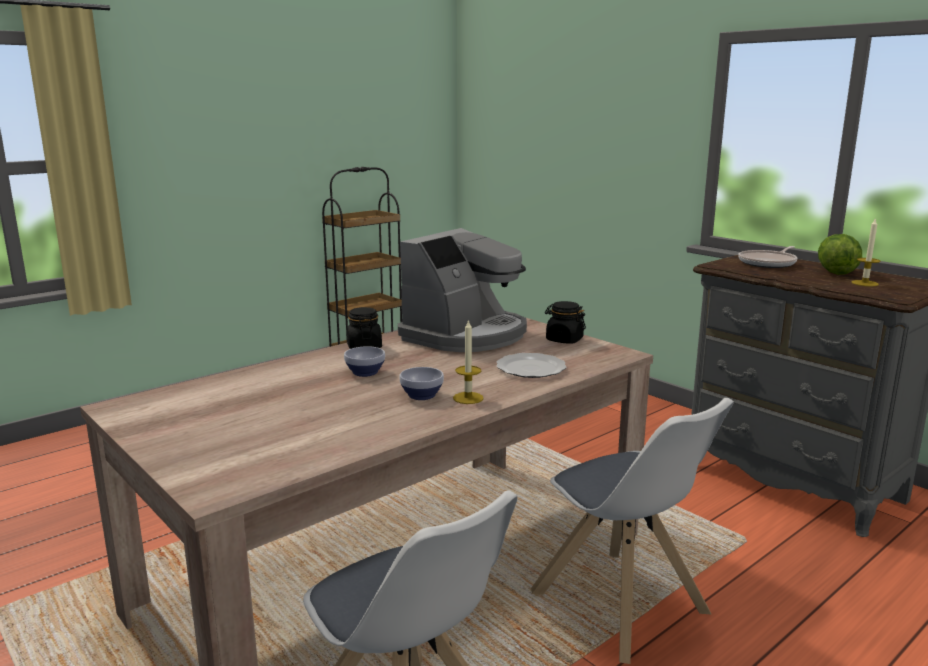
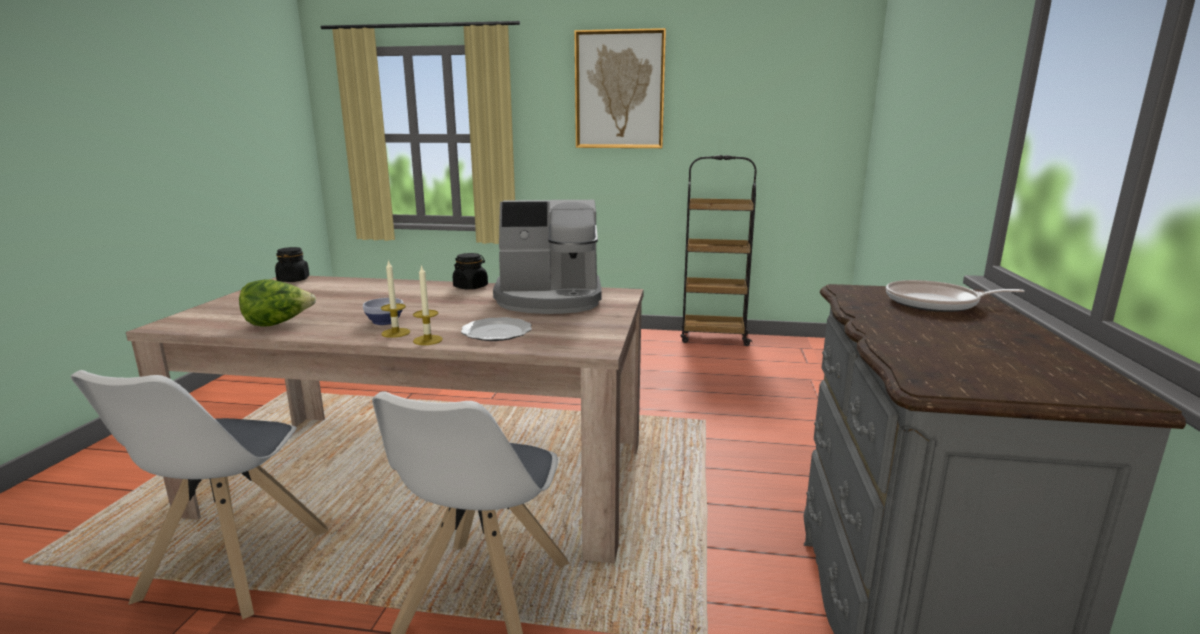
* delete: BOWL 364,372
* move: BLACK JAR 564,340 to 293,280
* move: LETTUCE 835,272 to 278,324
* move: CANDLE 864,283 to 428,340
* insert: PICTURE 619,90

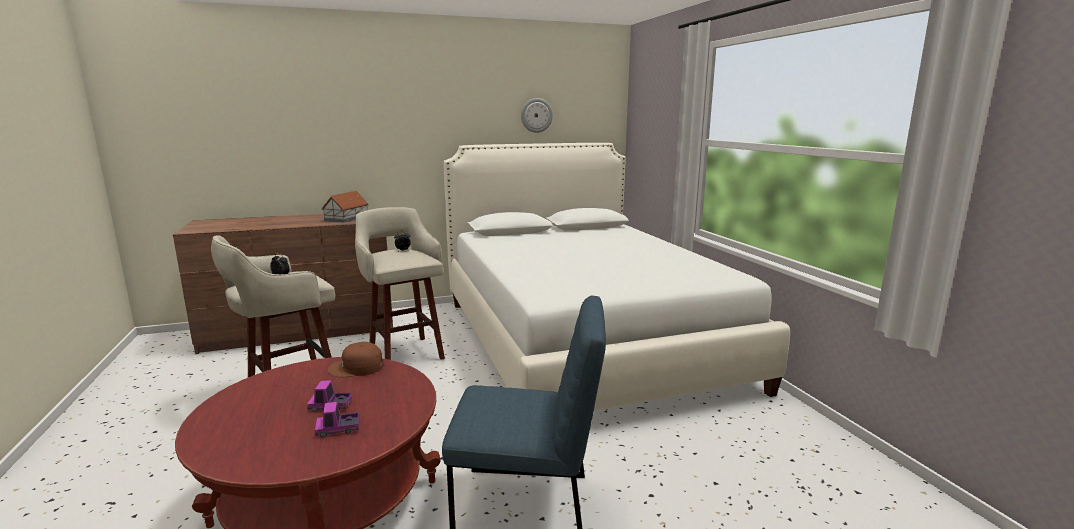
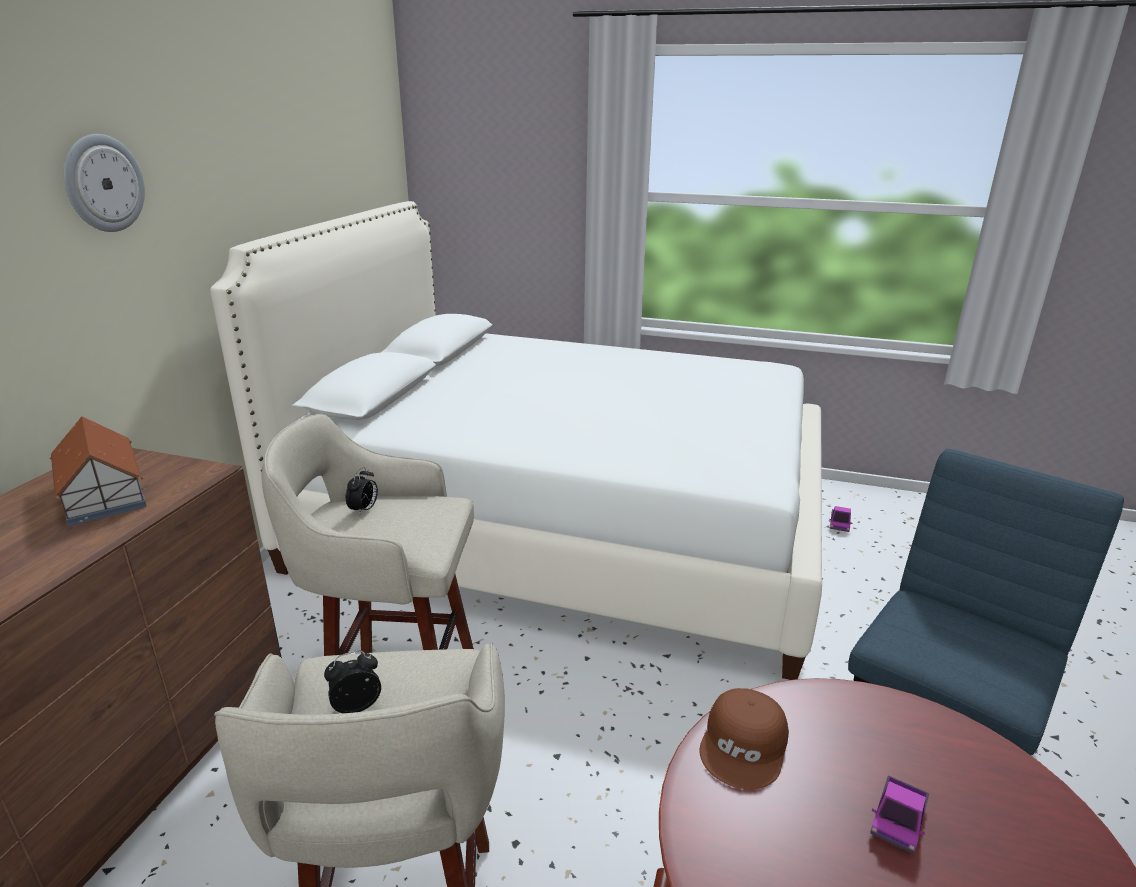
* move: TOY TRUCK 338,429 to 839,524
* move: WALL CLOCK 536,115 to 103,183

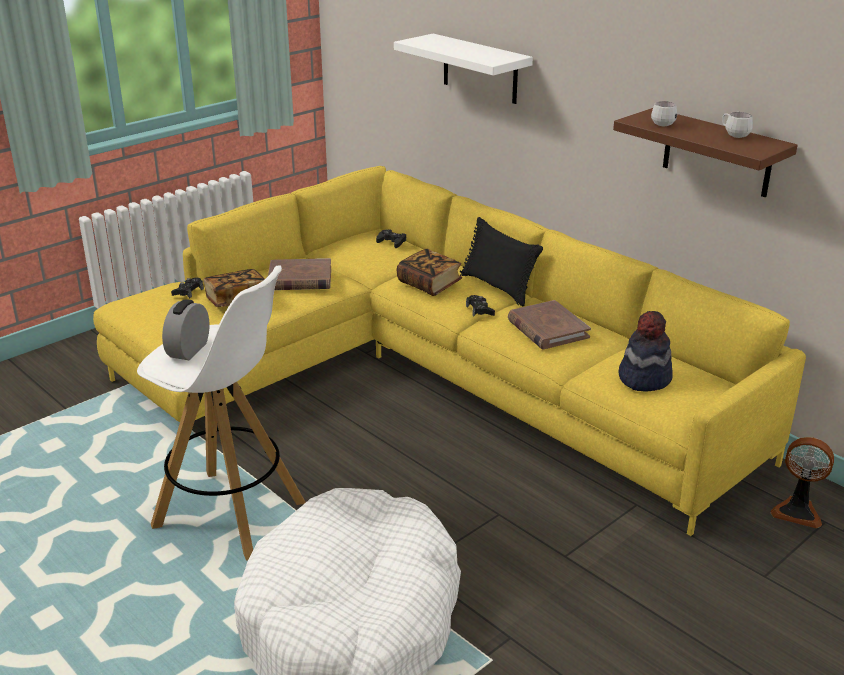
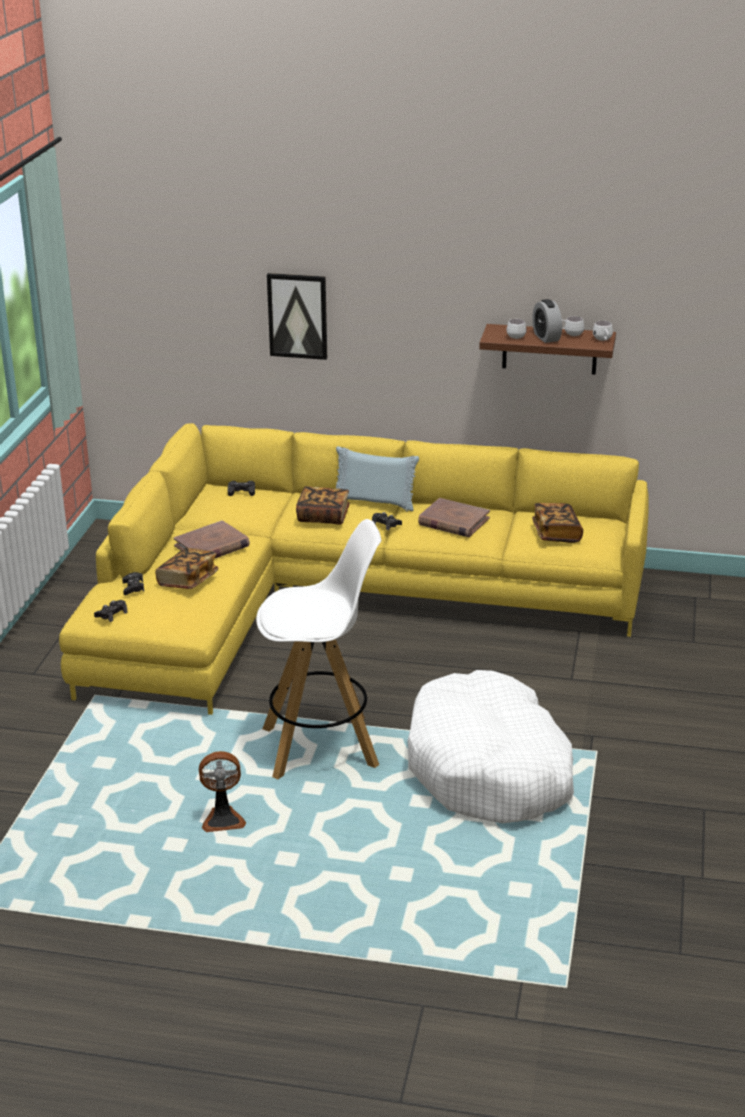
* move: ALARM CLOCK 189,350 to 546,337
* replace: WHITE SHELF 480,69 to PICTURE 298,315
* recolor: BLACK PILLOW 498,287 to BLUE PILLOW 374,502
* replace: HAT 644,378 to BOOK 556,533
* move: FAN 797,511 to 223,820
* insert: BLACK GAME CONTROLLER 111,614
* insert: WHITE MUG 603,340

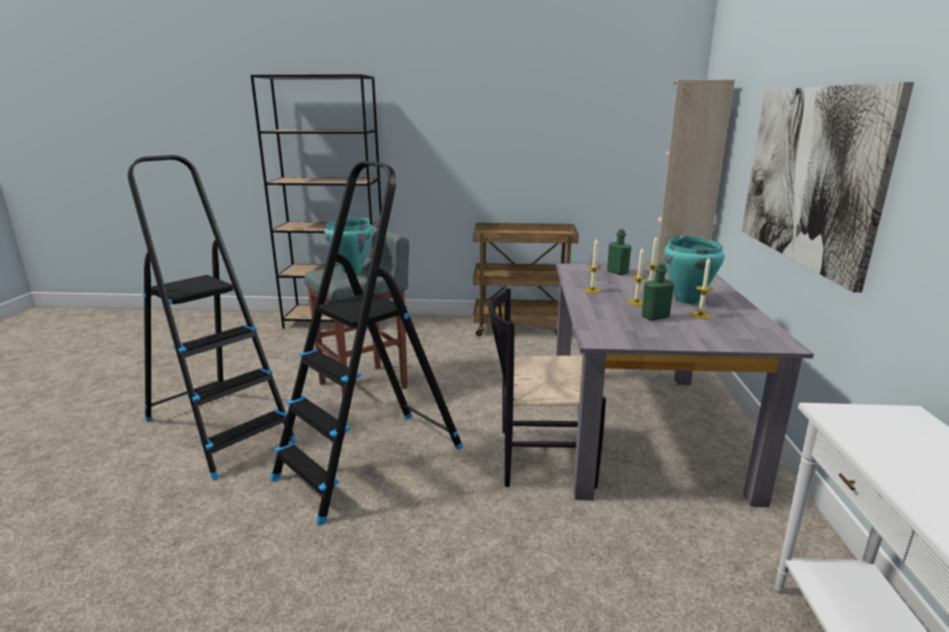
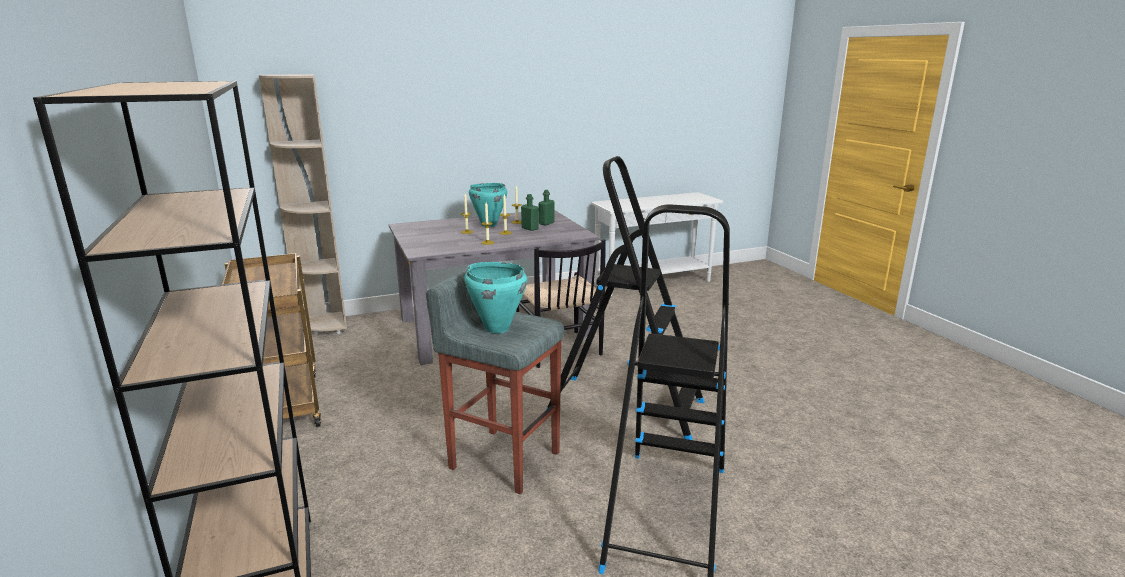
* move: GREEN BOTTLE 617,272 to 546,223
* delete: PICTURE 809,175

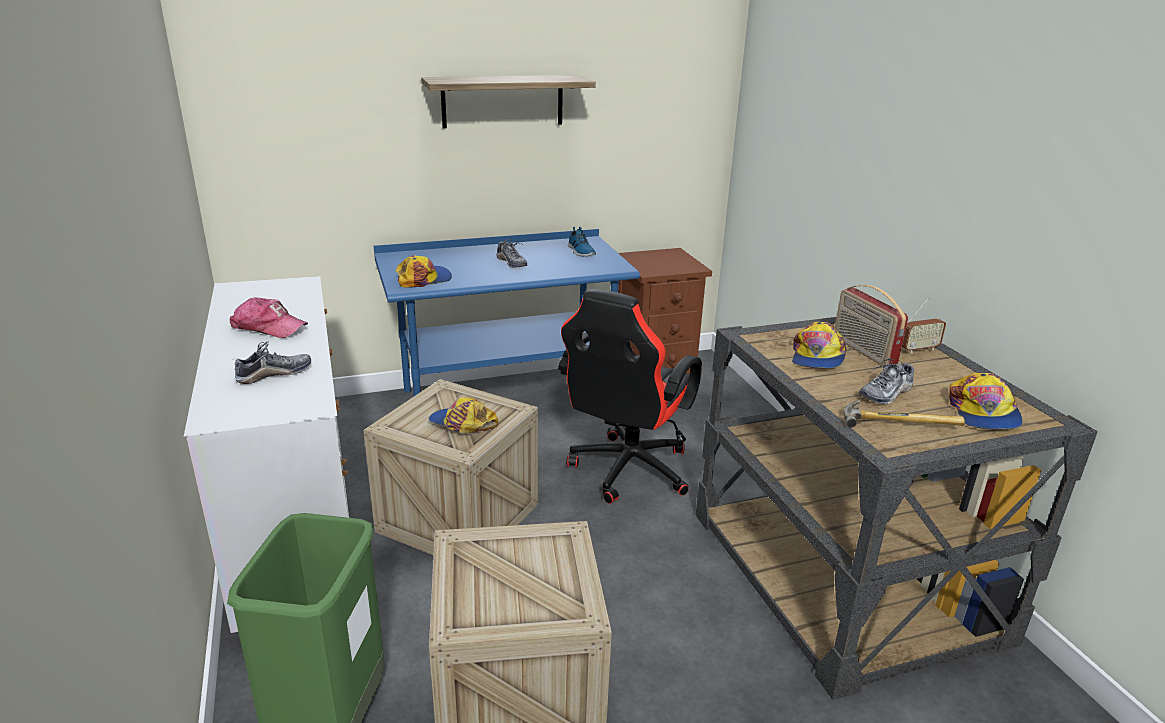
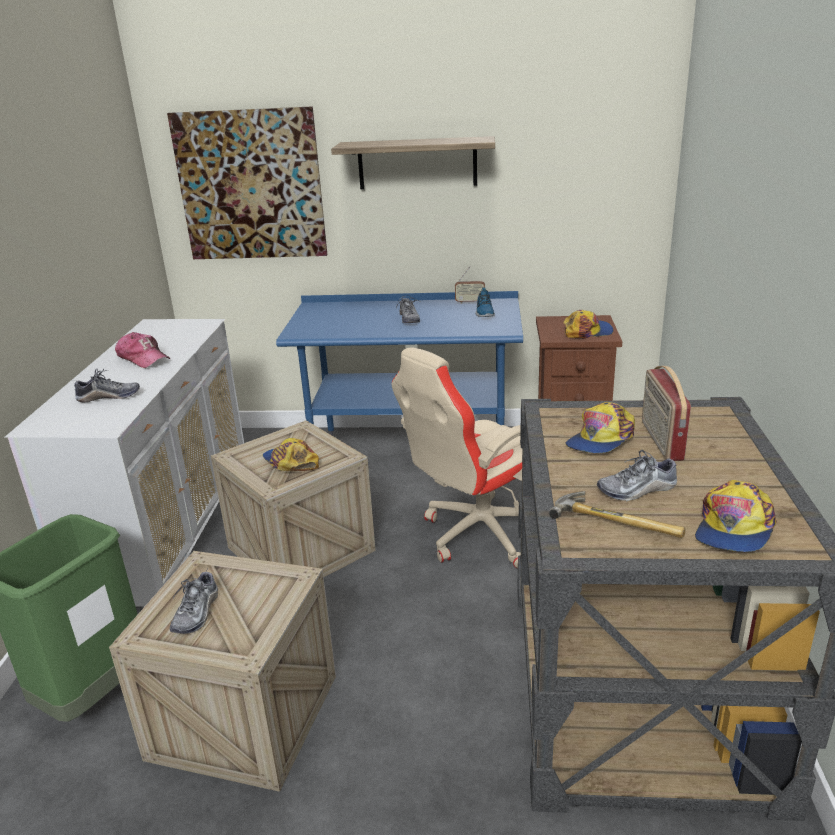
* move: CAP 423,279 to 587,331
* recolor: BLACK OFFICE CHAIR 625,474 to BEIGE OFFICE CHAIR 475,537
* move: RADIO 919,349 to 470,302
* insert: PICTURE 250,186
* insert: SHOE 197,613

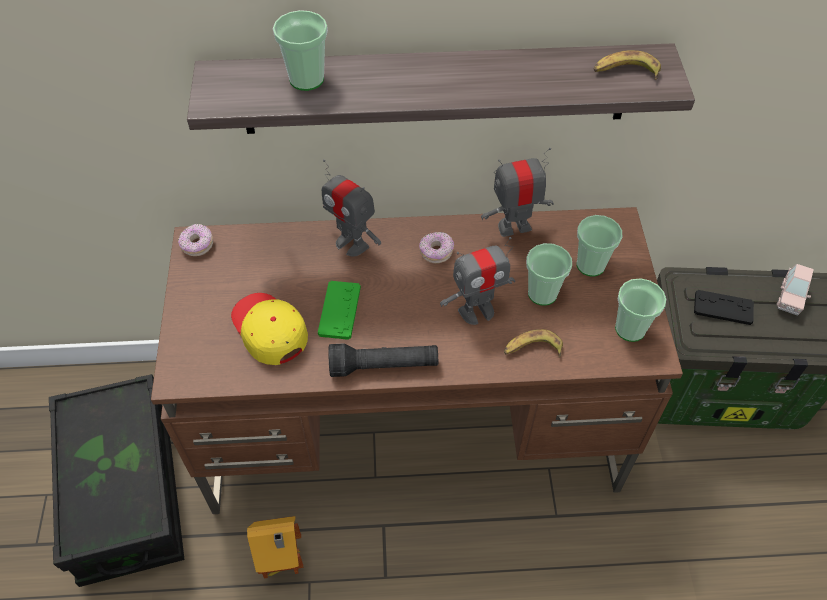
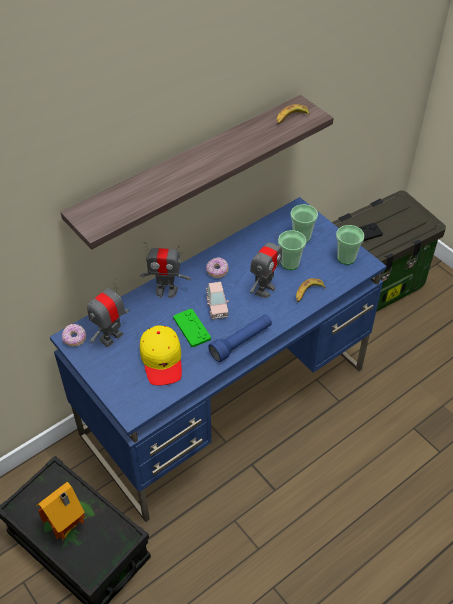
* recolor: BROWN DESK 415,426 to BLUE DESK 226,401
* rotate: YELLOW CAP 269,331 = 162,360 120 degrees counterclockwise
* move: TOY HOUSE 283,563 to 68,527
* delete: CUP 306,79
* recolor: BLACK FLASHLIGHT 384,366 to BLUE FLASHLIGHT 241,342
* move: TOY ROBOT 514,227 to 111,337
* move: PINK TOY CAR 790,297 to 217,307

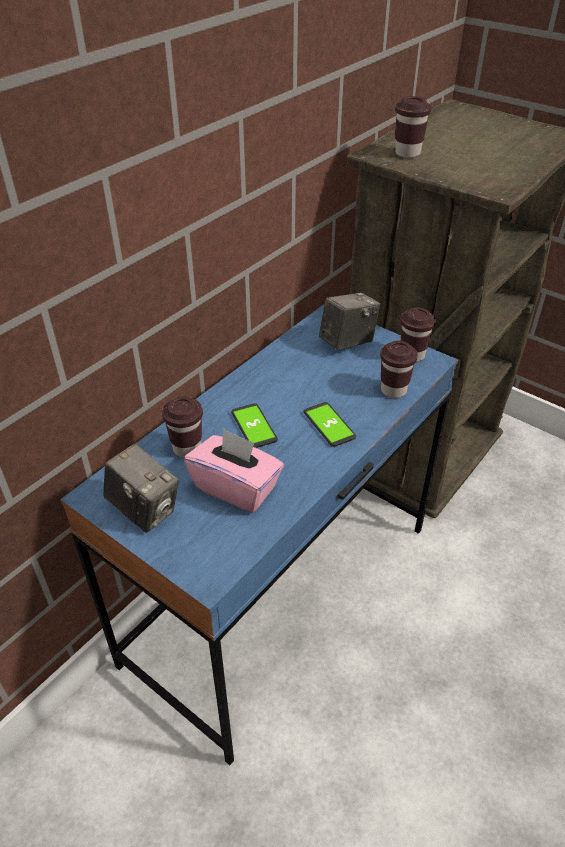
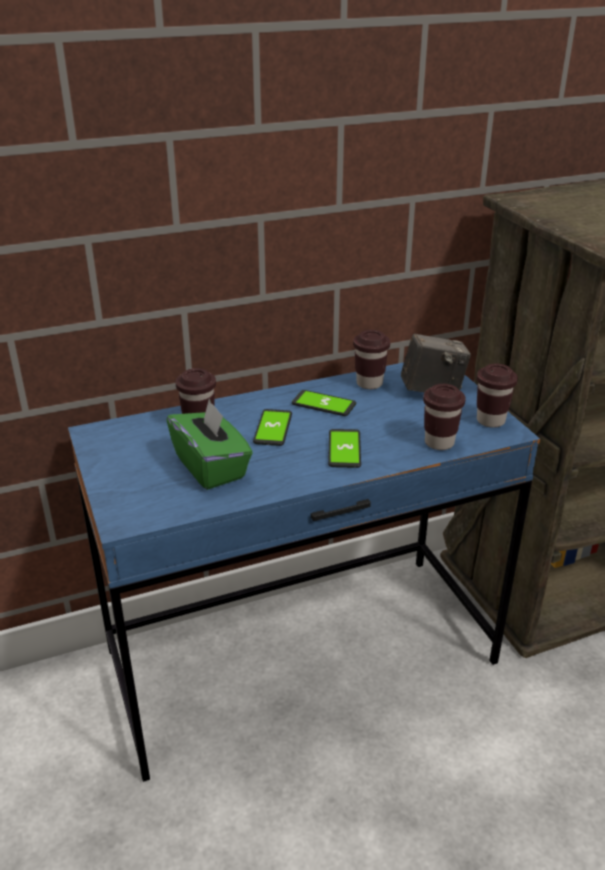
* delete: PHOTO CAMERA 144,510
* recolor: PINK TISSUE BOX 236,487 to GREEN TISSUE BOX 211,467
* move: BROWN CUP 407,153 to 369,383
* insert: PHONE 323,404

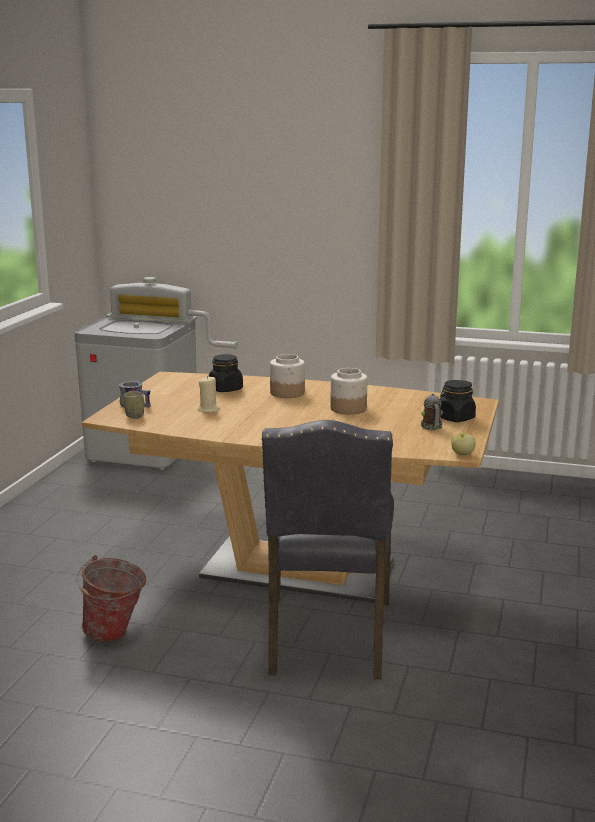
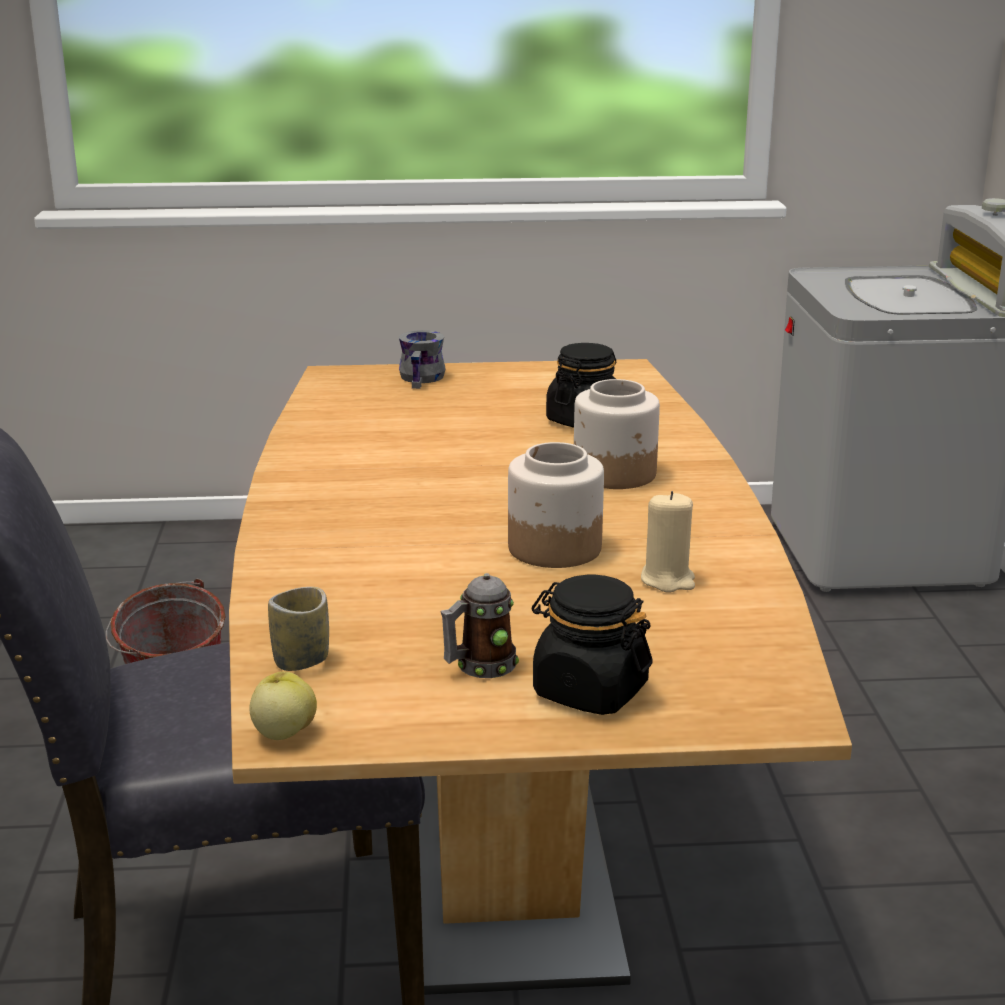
* move: CUP 134,416 to 301,660
* move: BEIGE CANDLE 208,410 to 668,580

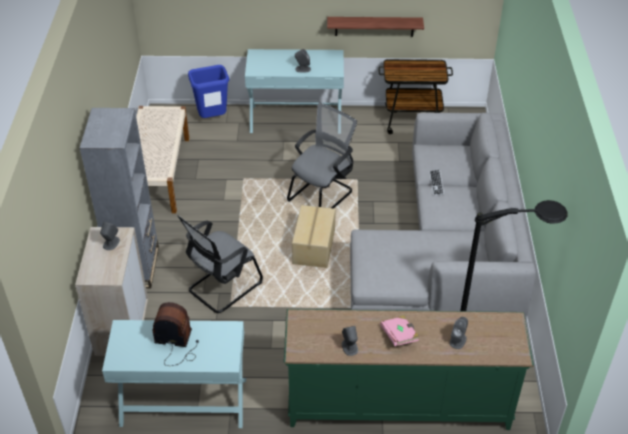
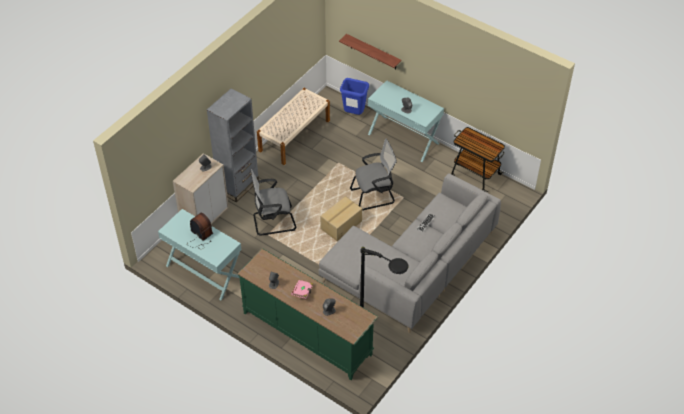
* move: SHELF 374,26 to 373,52

